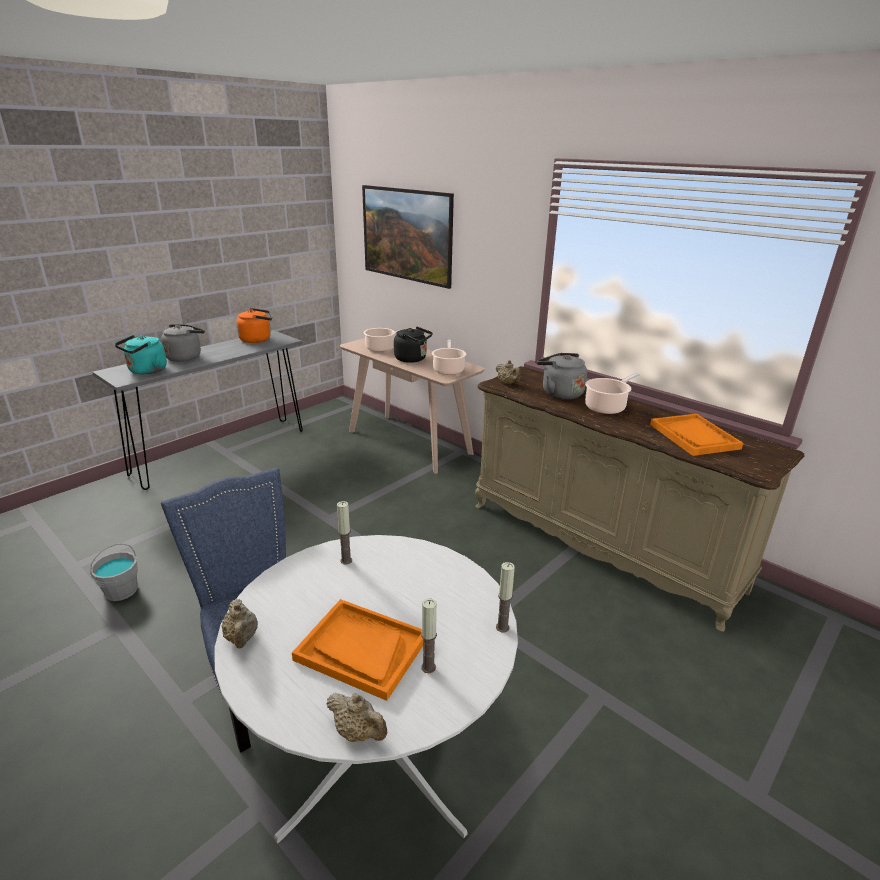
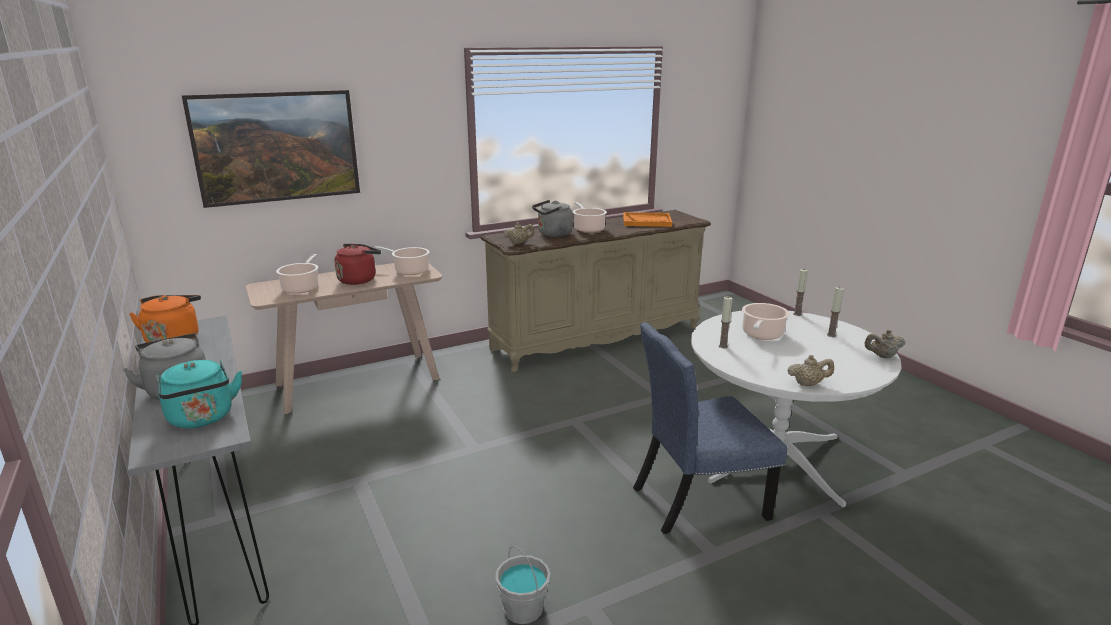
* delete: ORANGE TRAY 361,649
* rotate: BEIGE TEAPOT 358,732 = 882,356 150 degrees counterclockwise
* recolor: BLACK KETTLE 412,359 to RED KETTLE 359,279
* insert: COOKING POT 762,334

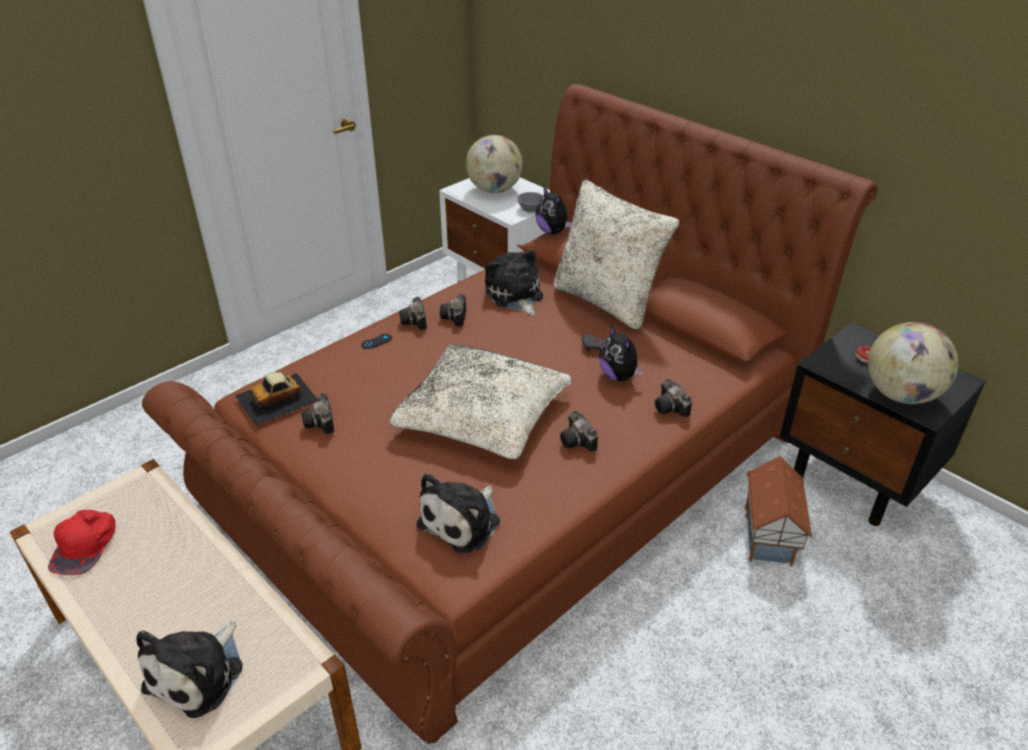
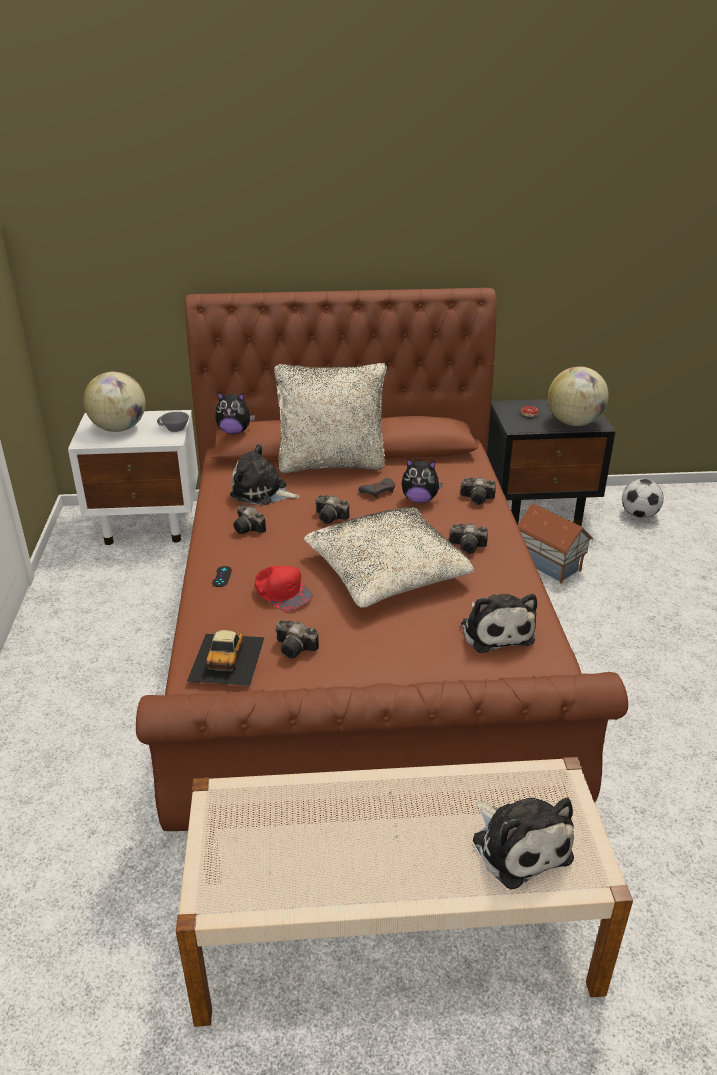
* move: RED CAP 85,545 to 282,592
* move: PHOTO CAMERA 415,322 to 332,518
* insert: FOOTBALL 639,515

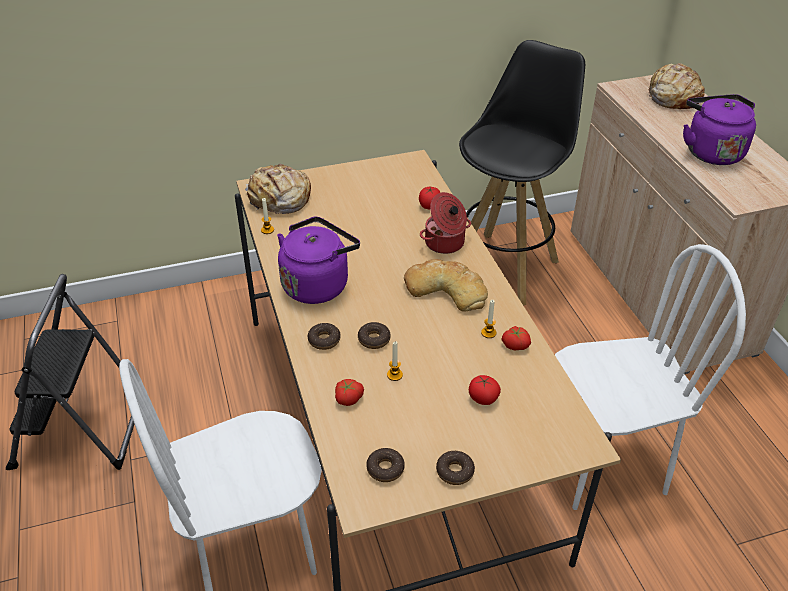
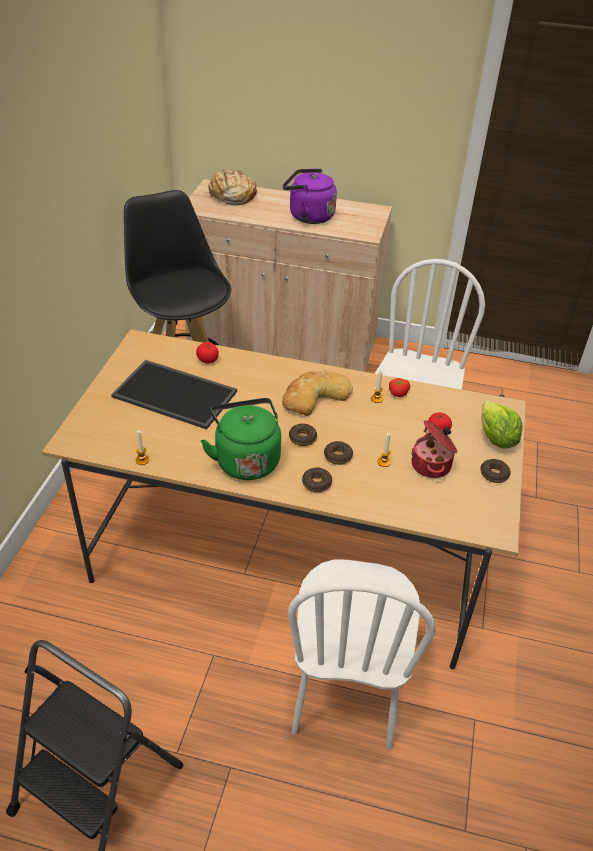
* delete: BREAD 279,199
* recolor: PURPLE KETTLE 317,284 to GREEN KETTLE 246,459
* delete: TOMATO 348,398
* move: DONUT 385,469 to 302,438
* move: COOKING POT 445,243 to 432,465
* insert: TRAY 176,393
* insert: LETTUCE 495,438

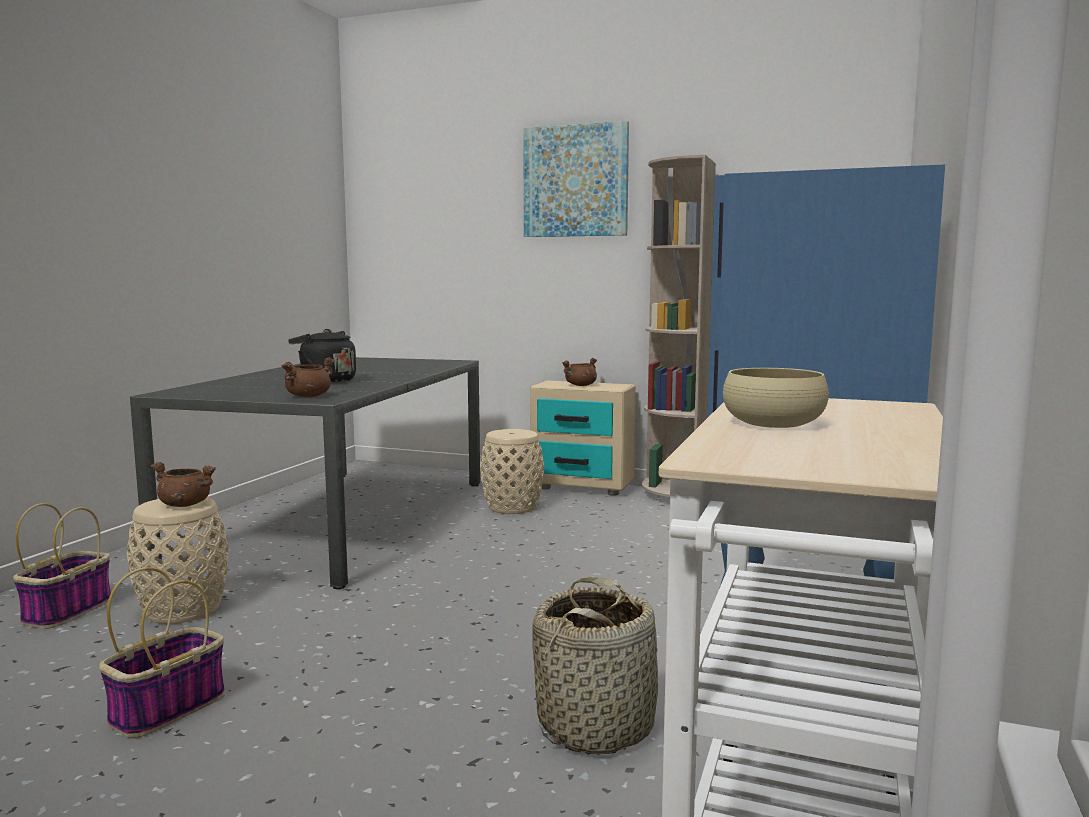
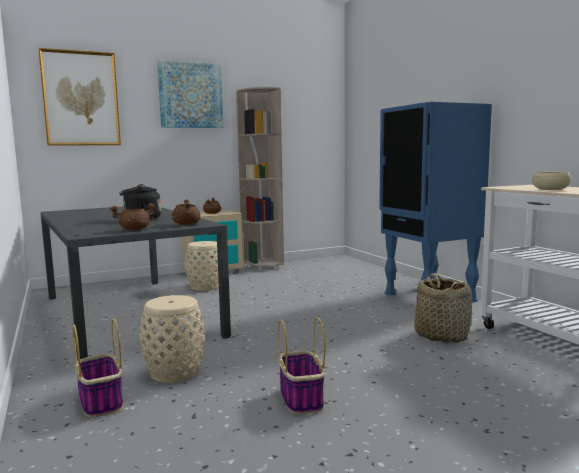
* move: BROWN COOKING POT 184,504 to 134,230
* insert: PICTURE 81,99

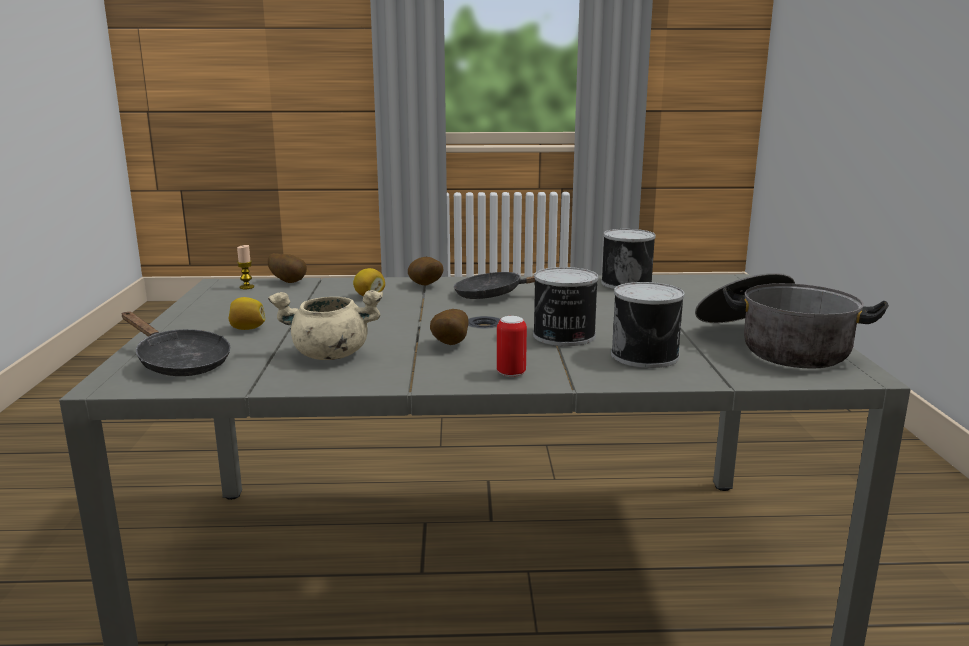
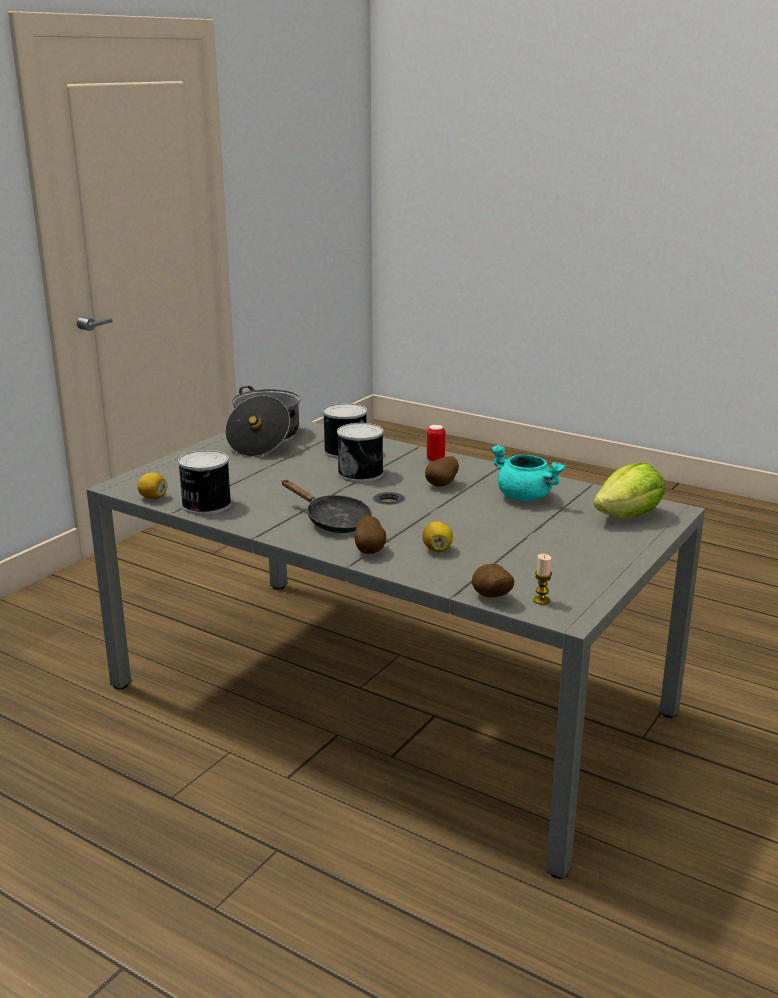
* replace: BLACK FRYING PAN 179,363 to LETTUCE 629,516
* move: LEMON 247,329 to 153,498
* recolor: BEIGE COOKING POT 329,355 to TURQUOISE COOKING POT 526,497

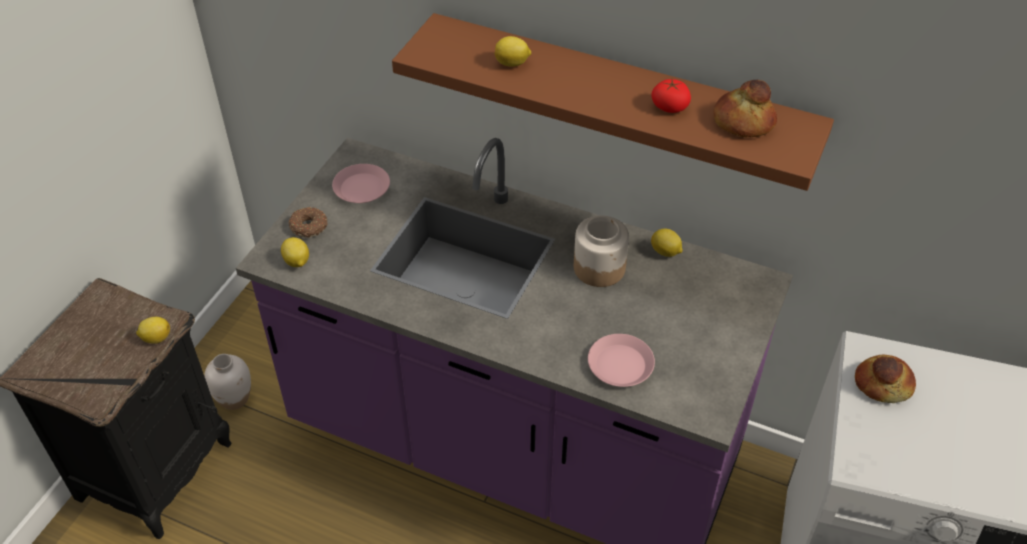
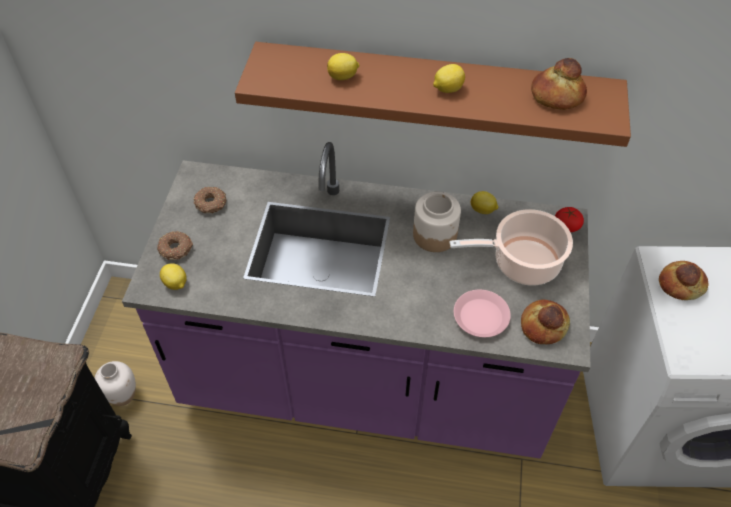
* move: LEMON 156,338 to 447,89
* replace: PINK PLATE 362,188 to DONUT 211,204
* move: TOMATO 669,106 to 566,226
* insert: COOKING POT 521,263
* insert: BREAD 543,325

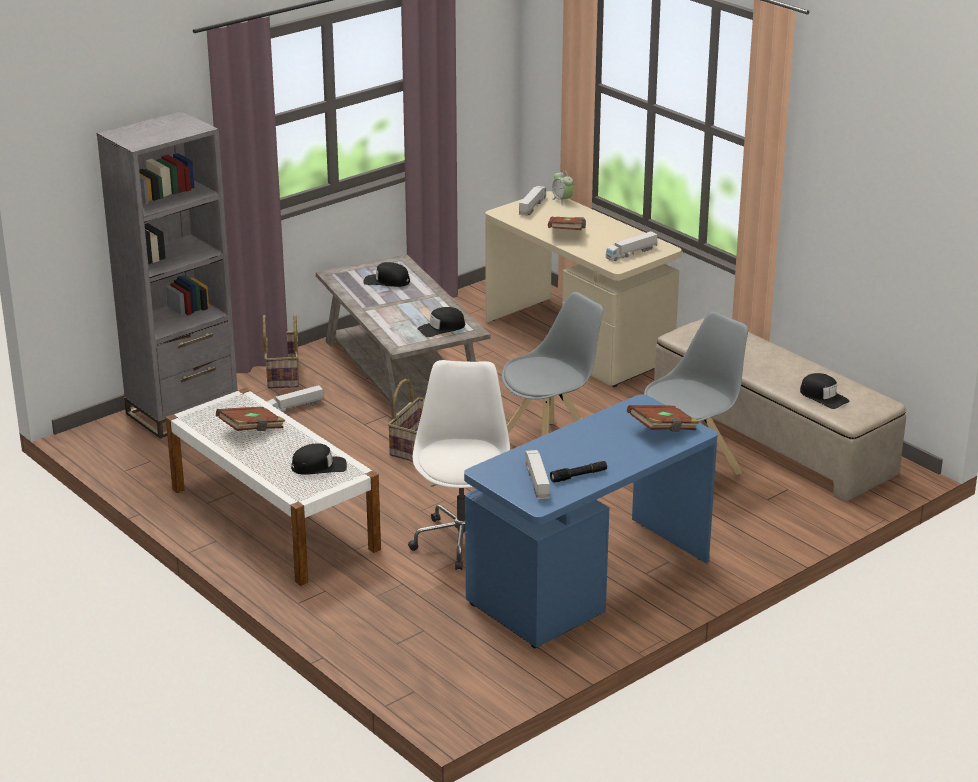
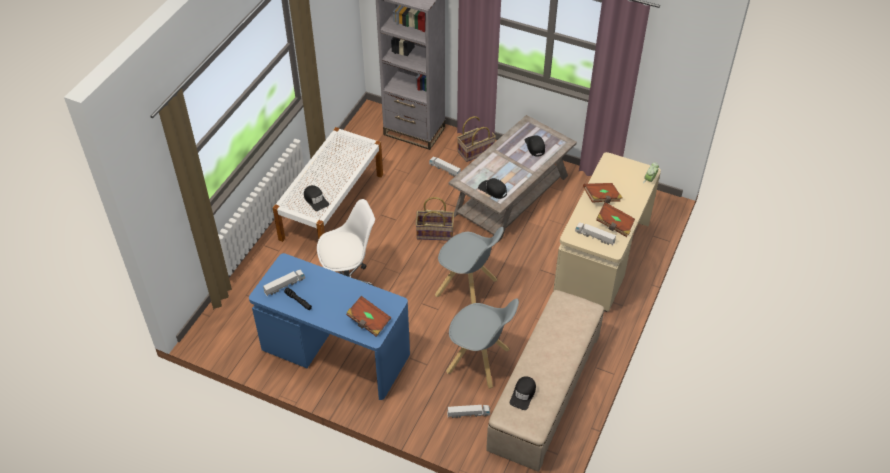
* move: BROWN BOOK 252,430 to 614,225
* move: TOY TRUCK 532,206 to 468,414

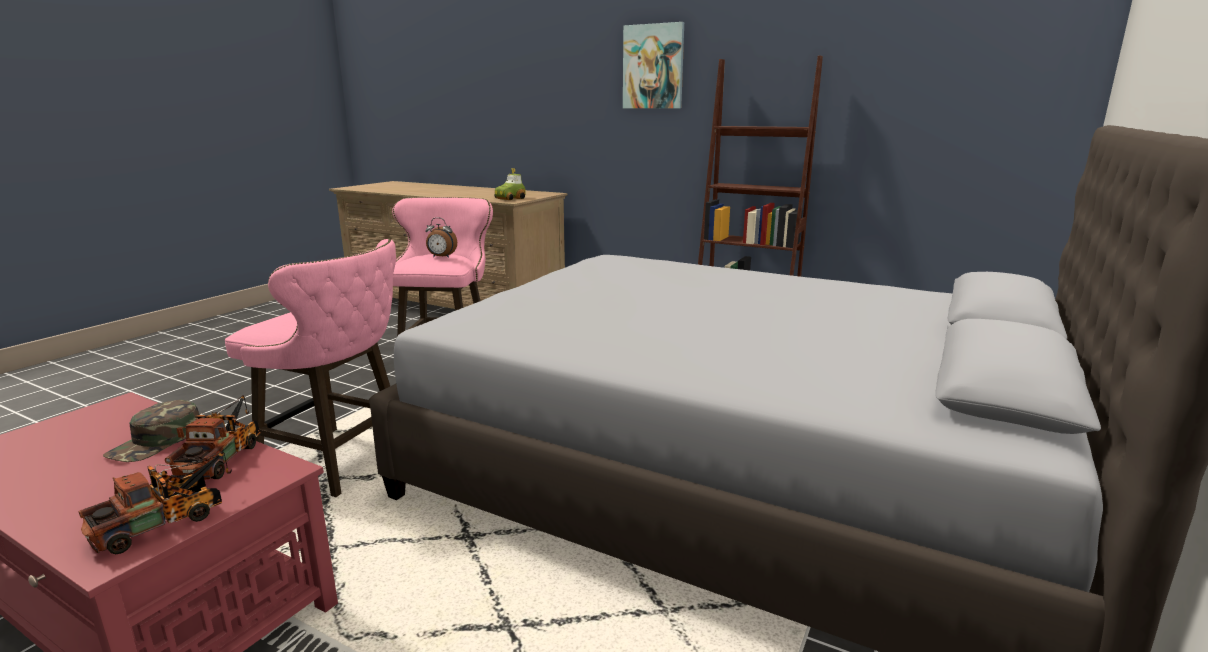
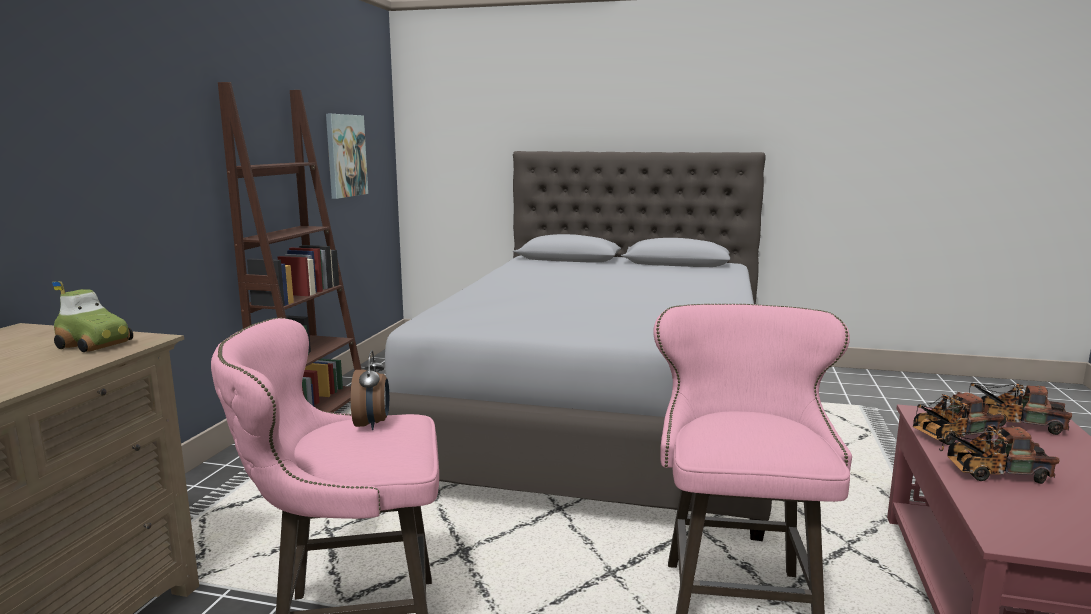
* replace: GREEN CAP 157,441 to TOY TRUCK 991,473
* move: PICTURE 653,67 to 345,155

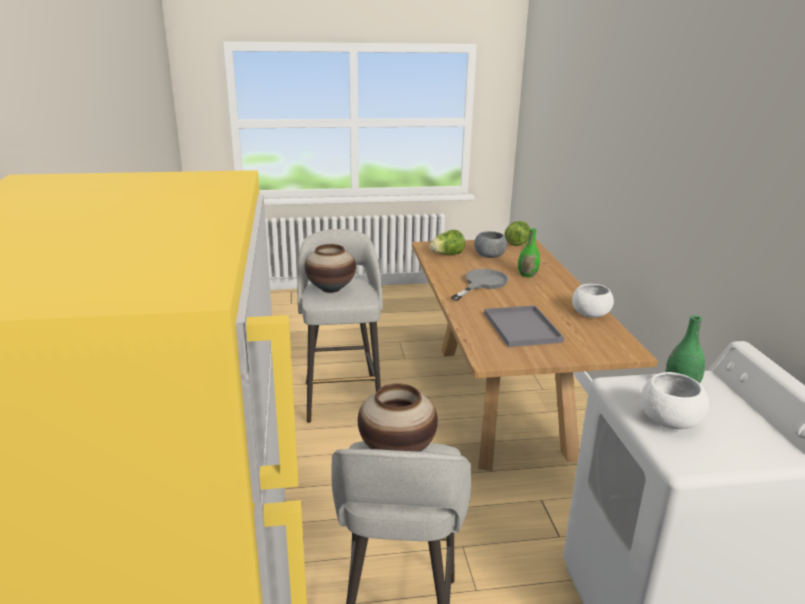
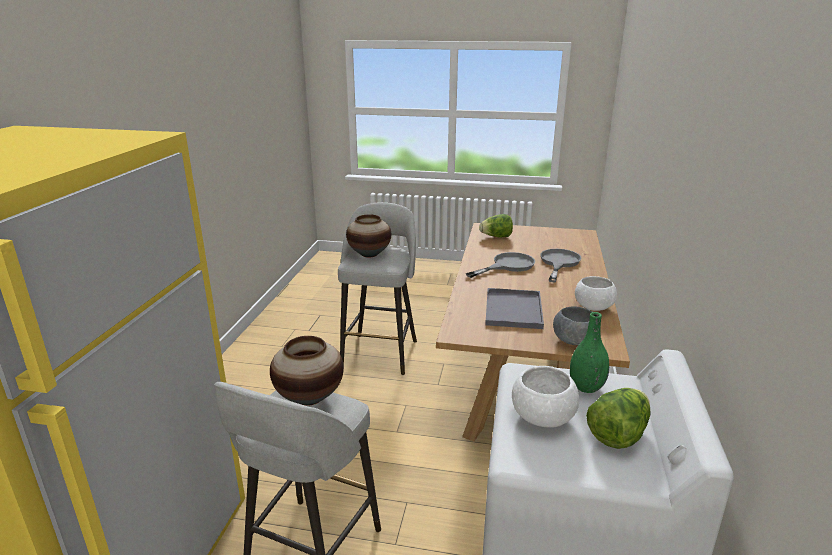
* move: GREY BOWL 489,256 to 574,340
* move: LETTUCE 517,243 to 618,434
* replace: GREEN VASE 527,275 to GREY FRYING PAN 559,263

